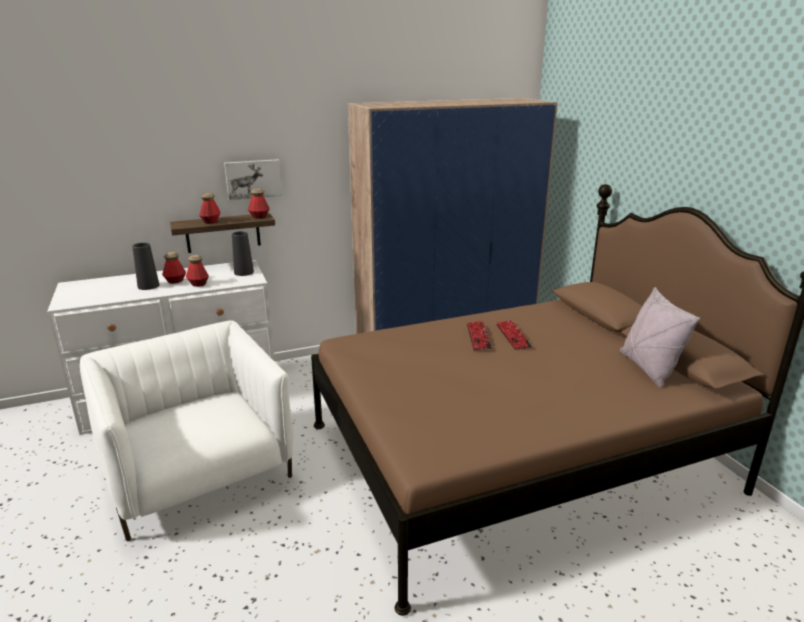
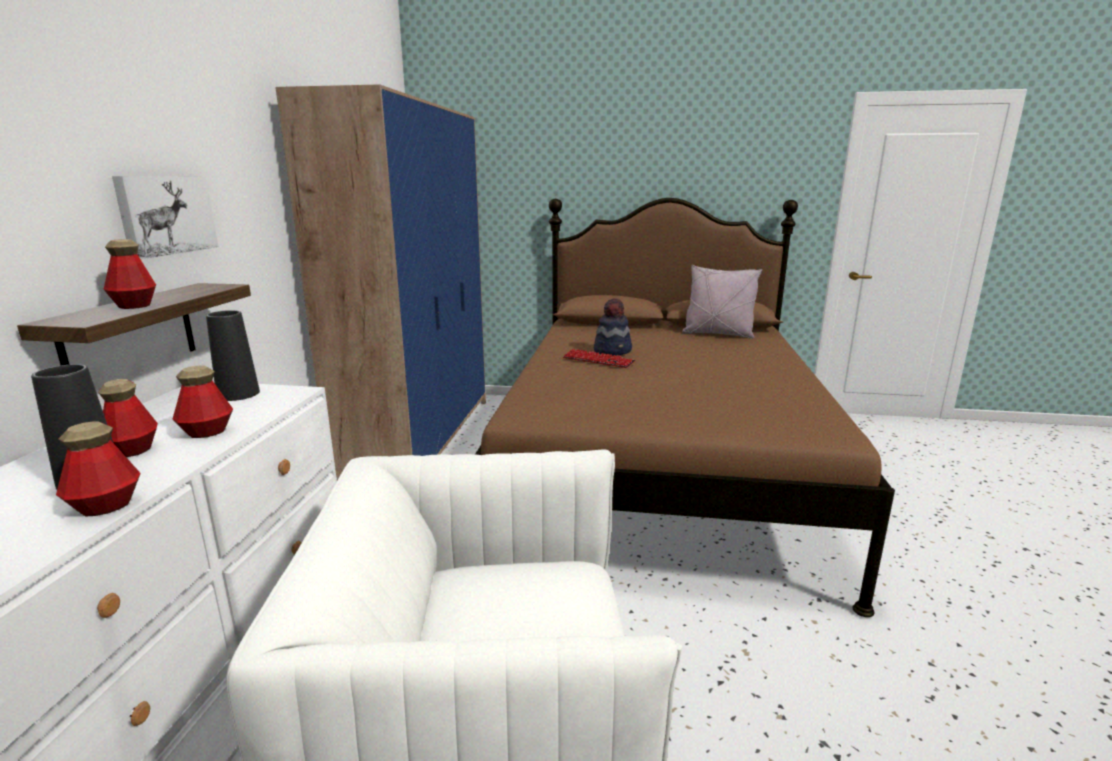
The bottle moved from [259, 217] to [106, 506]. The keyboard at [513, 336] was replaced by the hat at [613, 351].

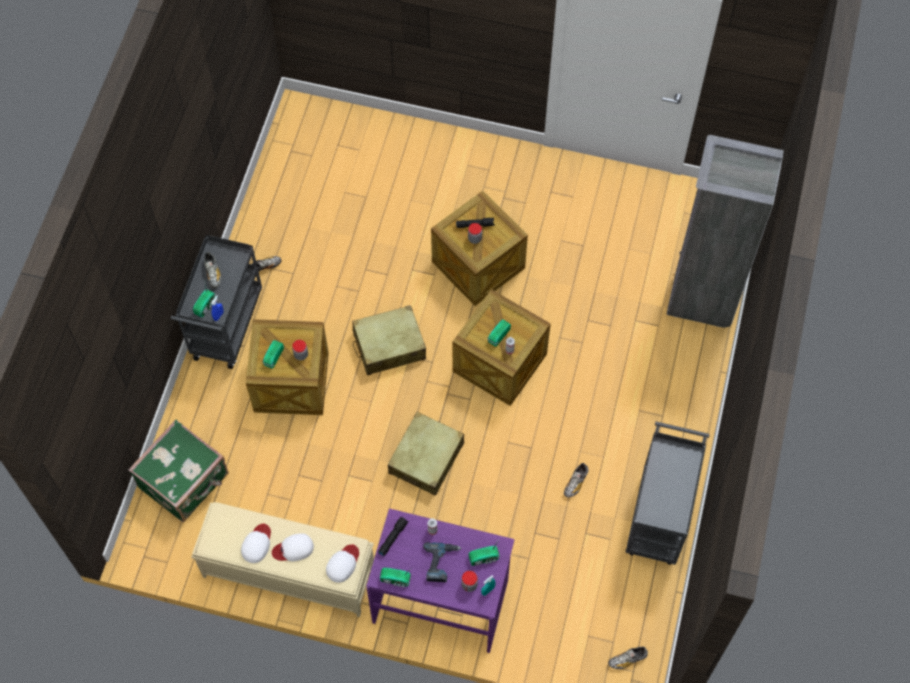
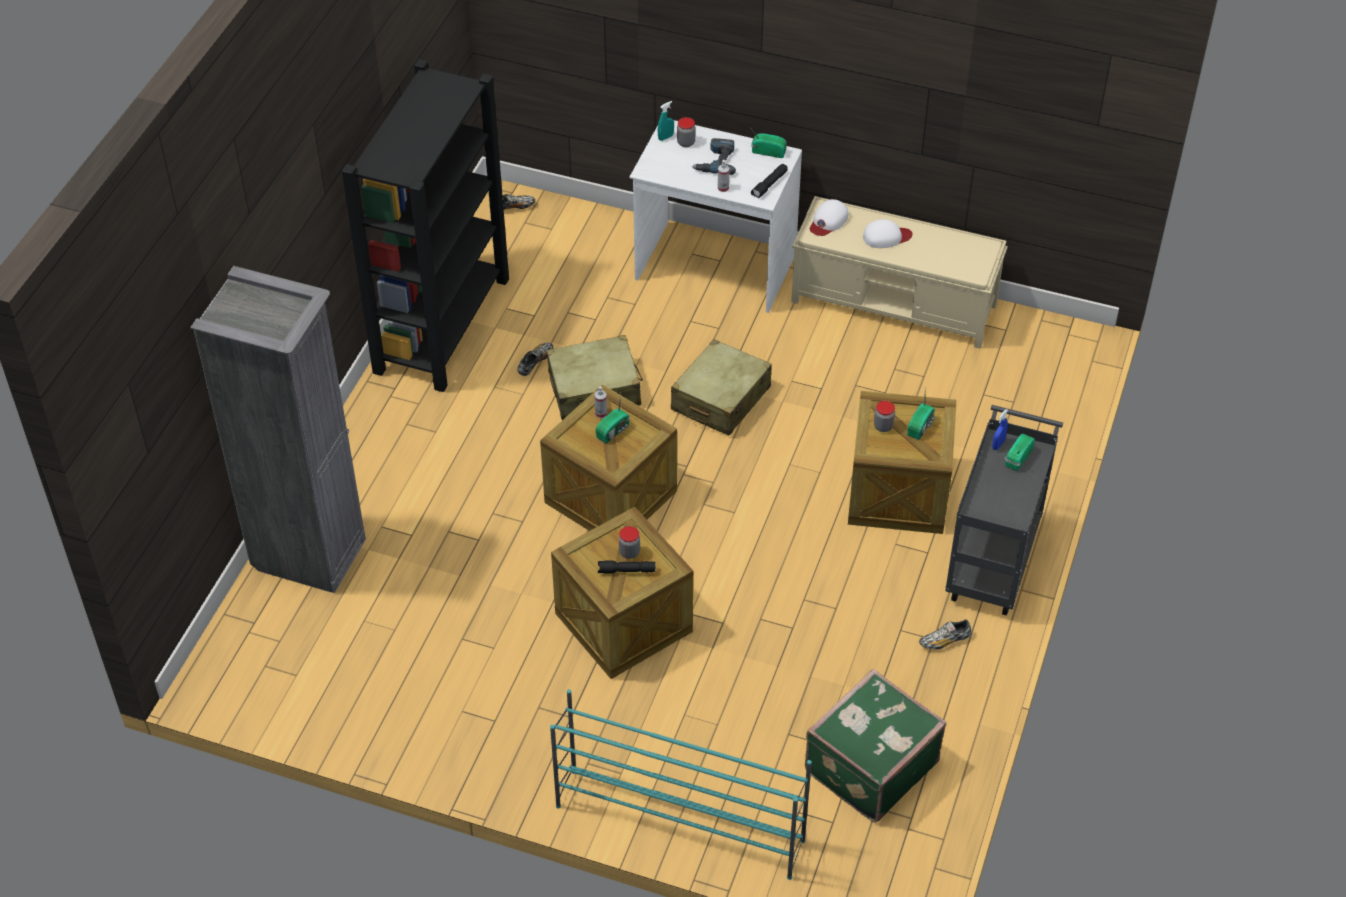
The green suitcase moved from [185, 481] to [869, 766]. The shoe at [213, 273] disappeared. The white cap at [257, 544] disappeared. The beige suitcase moved from [389, 346] to [595, 389]. The purple desk at [441, 600] became the white desk at [714, 268]. The radio at [484, 558] disappeared. The grey cart at [658, 516] was replaced by the black bookcase at [442, 325]. The turquoise shoe rack at [678, 822] appeared.

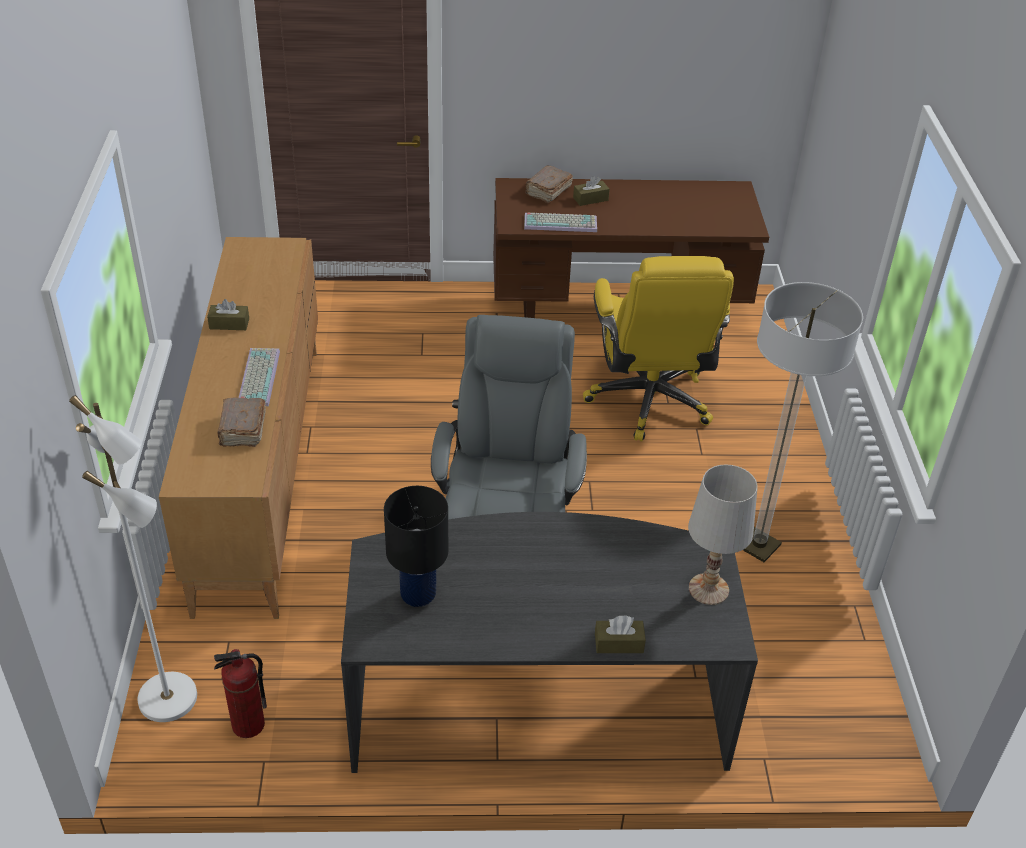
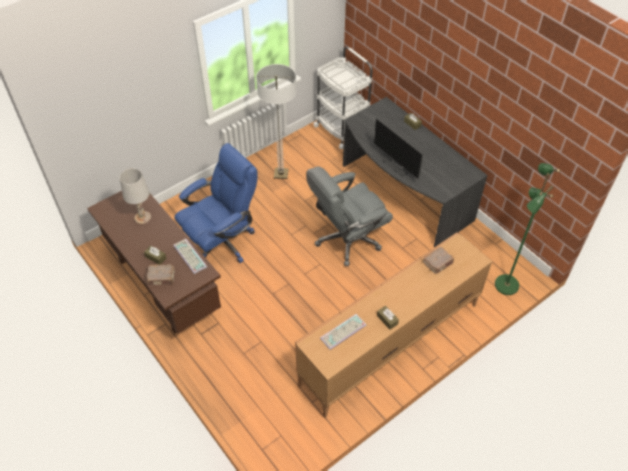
The white floor lamp at [170, 697] became the green floor lamp at [505, 285]. The fire extinguisher at [248, 725] disappeared. The keyboard moved from [257, 377] to [343, 332]. The black table lamp at [418, 596] disappeared. The yellow office chair at [649, 400] became the blue office chair at [222, 241]. The white table lamp moved from [708, 589] to [143, 217]. The white cart at [341, 130] appeared. The monitor at [399, 164] appeared.

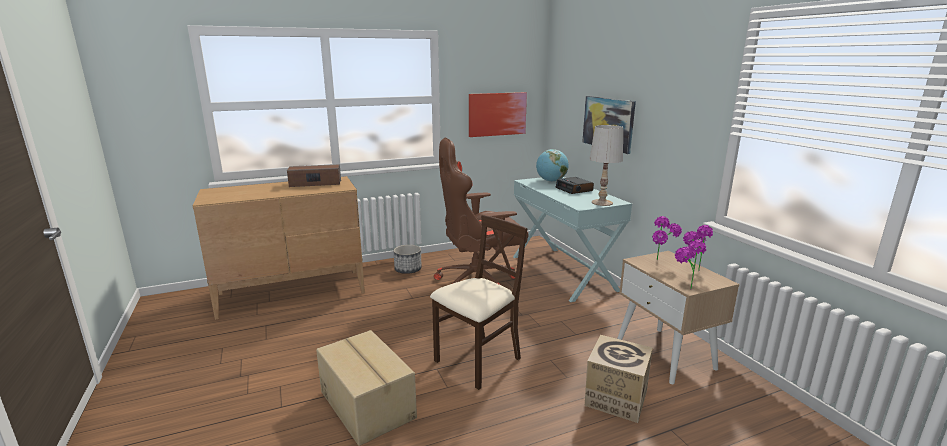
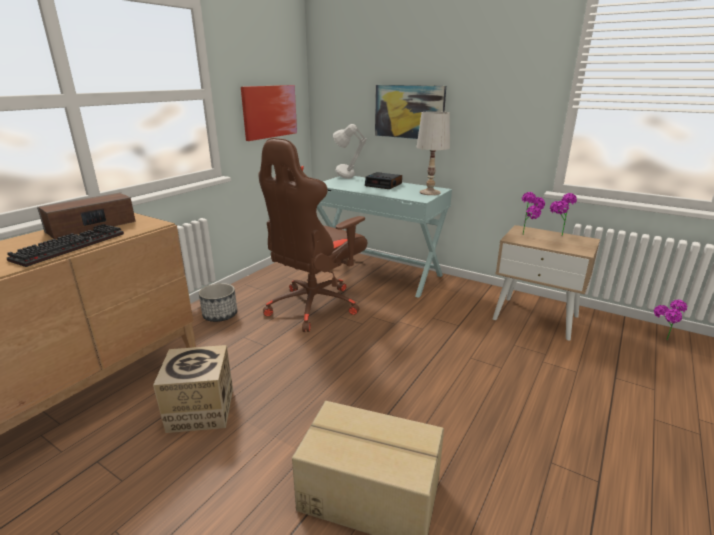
The beige chair at [478, 361] disappeared. The globe at [551, 181] was replaced by the grey table lamp at [348, 181]. The cardboard box moved from [615, 398] to [200, 410]. The potted plant moved from [683, 287] to [661, 340]. The keyboard at [70, 246] appeared.

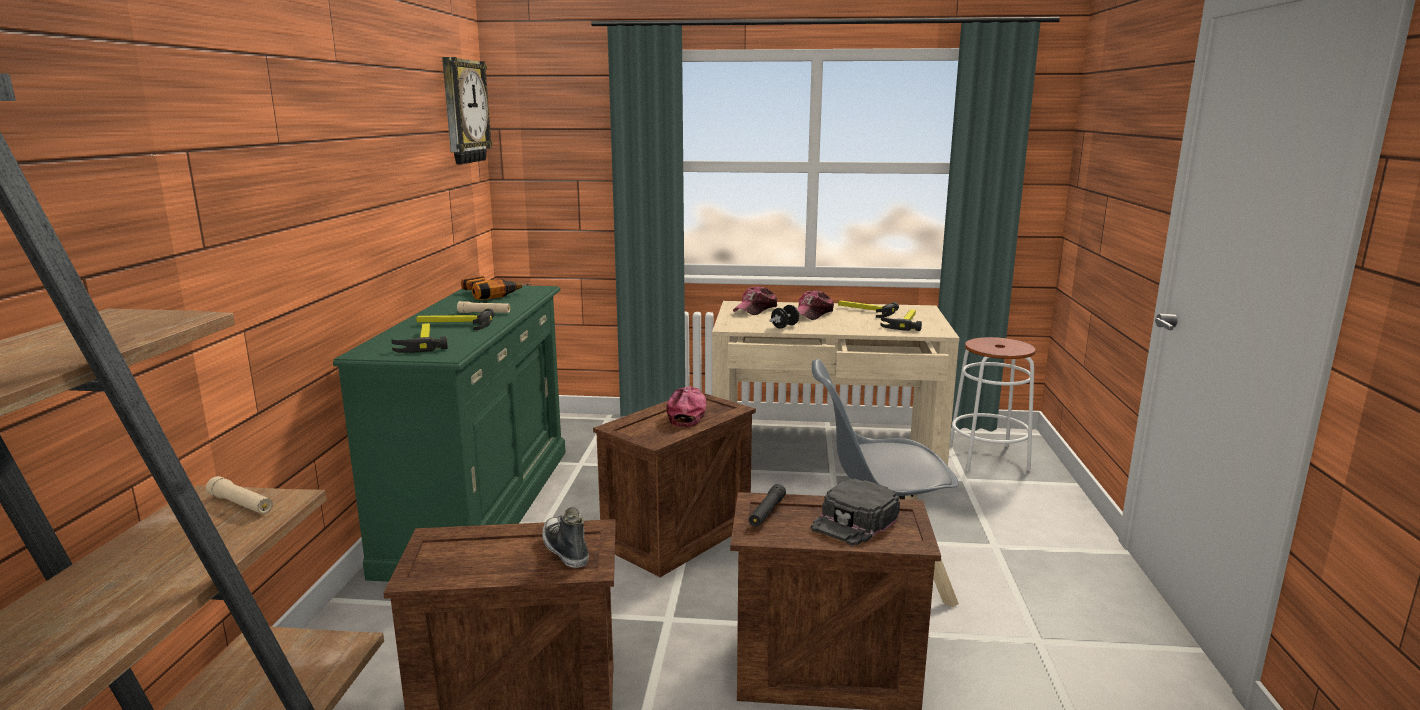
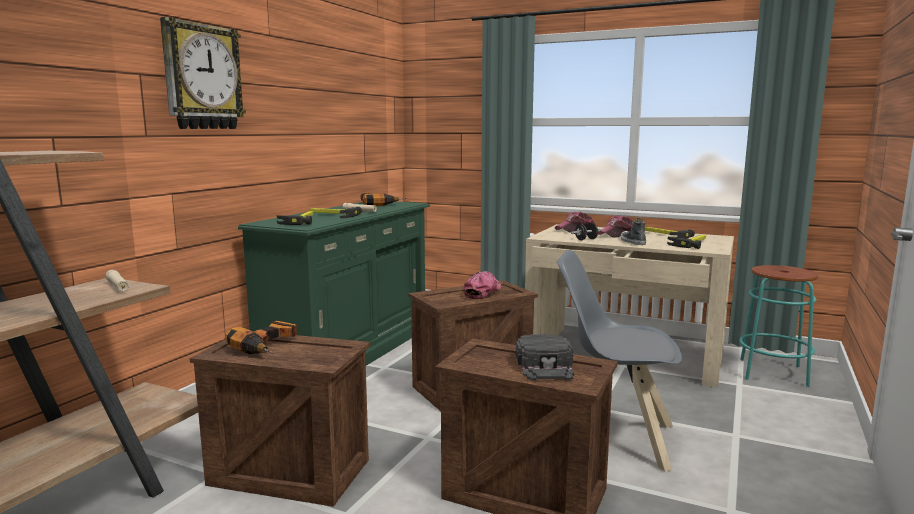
The wall clock moved from [463, 111] to [202, 77]. The shoe moved from [565, 549] to [632, 242]. The black flashlight at [767, 512] disappeared. The black cap at [855, 521] turned 60 degrees counterclockwise. The white stool at [988, 458] became the turquoise stool at [773, 372]. The power drill at [268, 347] appeared.

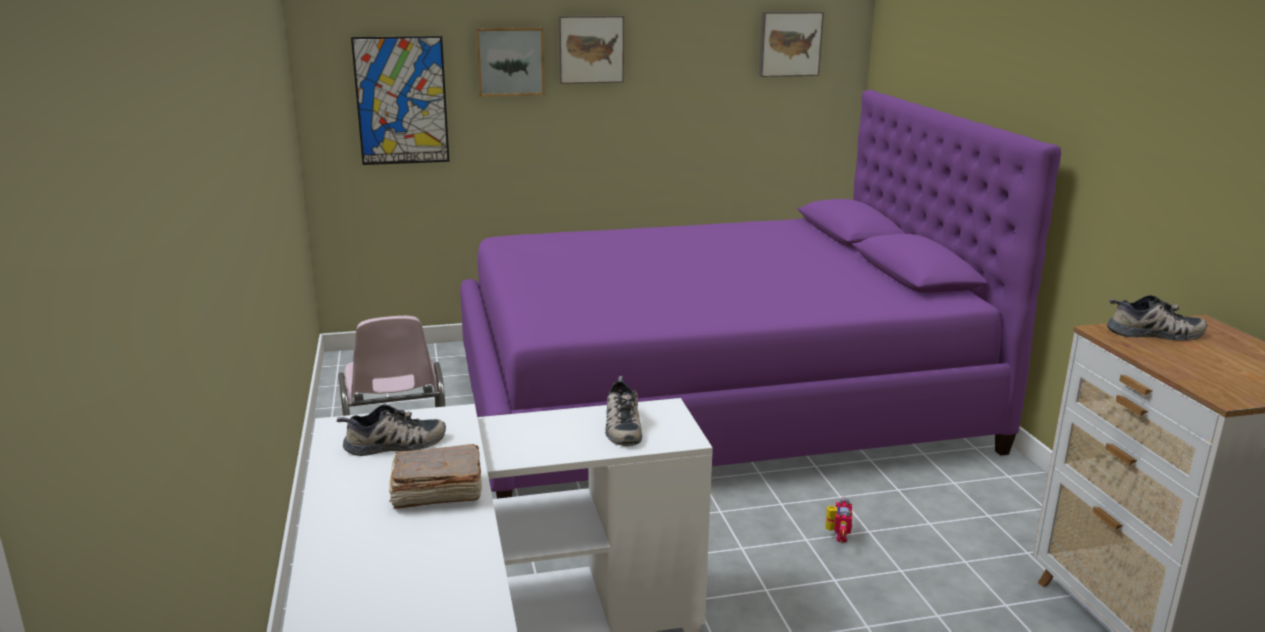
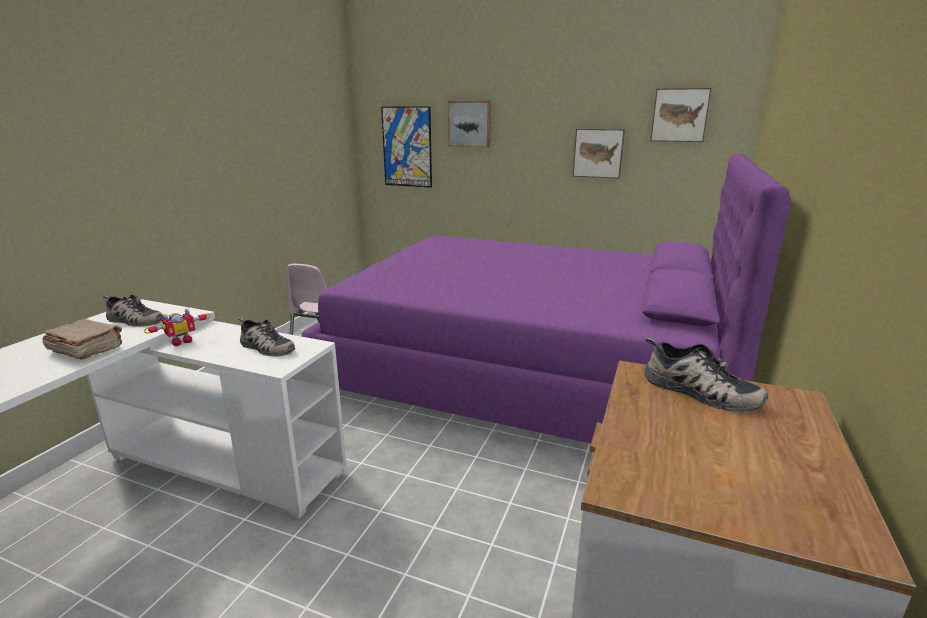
The picture moved from [590, 49] to [598, 153]. The shoe at [621, 426] turned 90 degrees counterclockwise. The toy robot moved from [837, 536] to [181, 341].

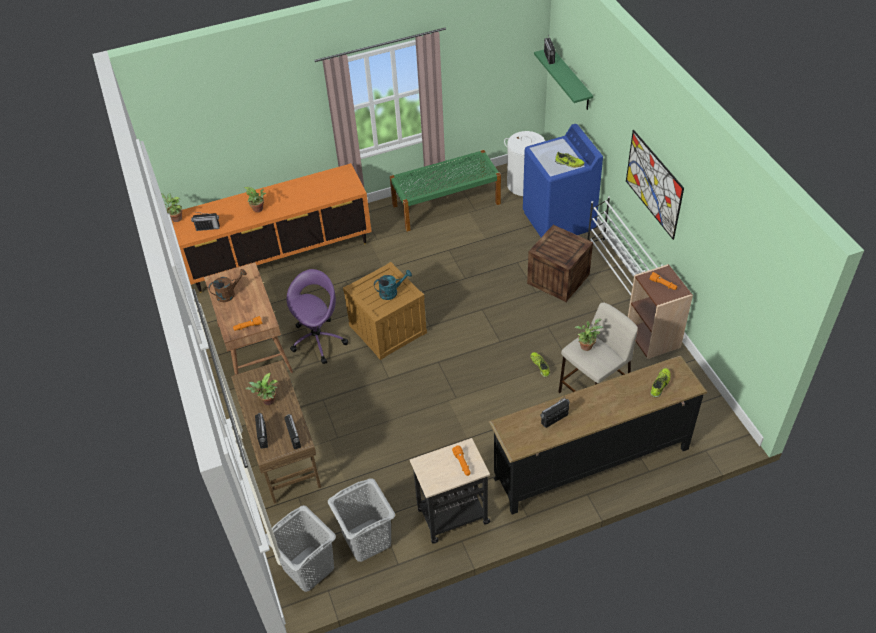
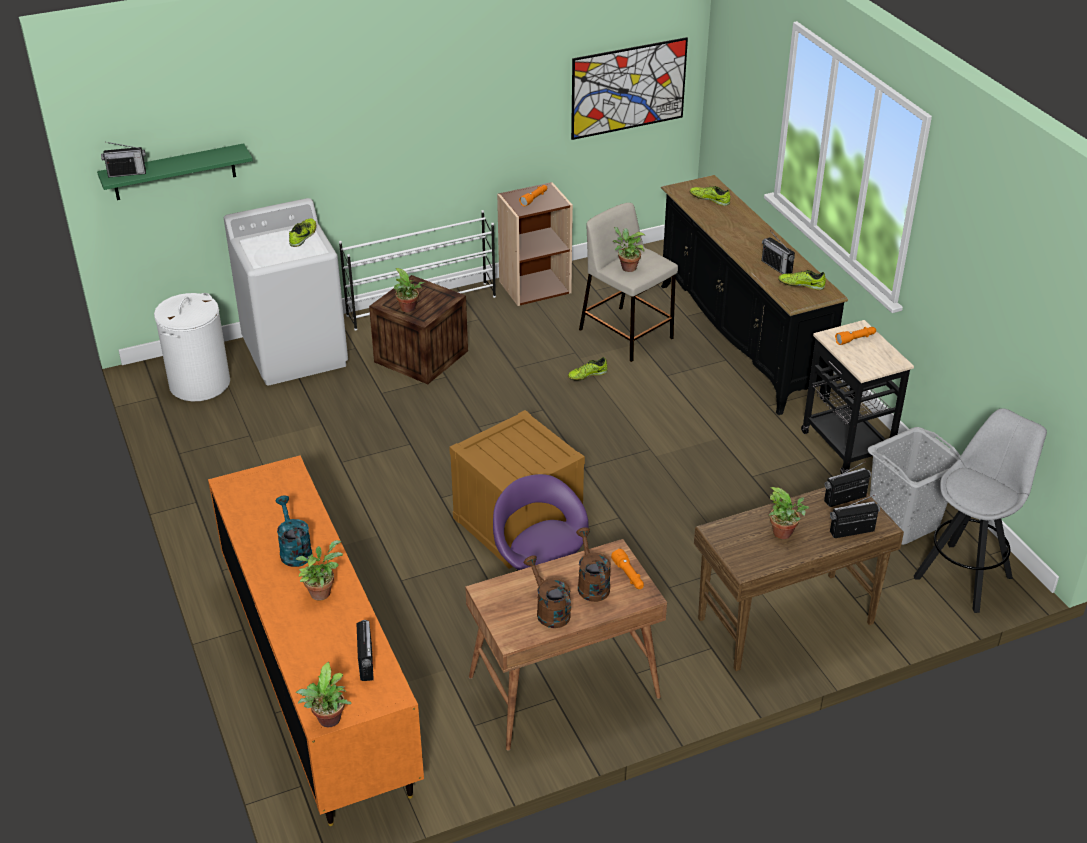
The grey laundry basket at [309, 568] was replaced by the grey stool at [965, 576]. The turquoise watering can moved from [392, 292] to [294, 550]. The green bench at [446, 204] disappeared. The blue washing machine at [558, 221] became the white washing machine at [296, 353]. The picture moved from [653, 184] to [628, 88]. The potted plant at [409, 309] appeared. The brown watering can at [591, 584] appeared. The shoe at [801, 285] appeared.

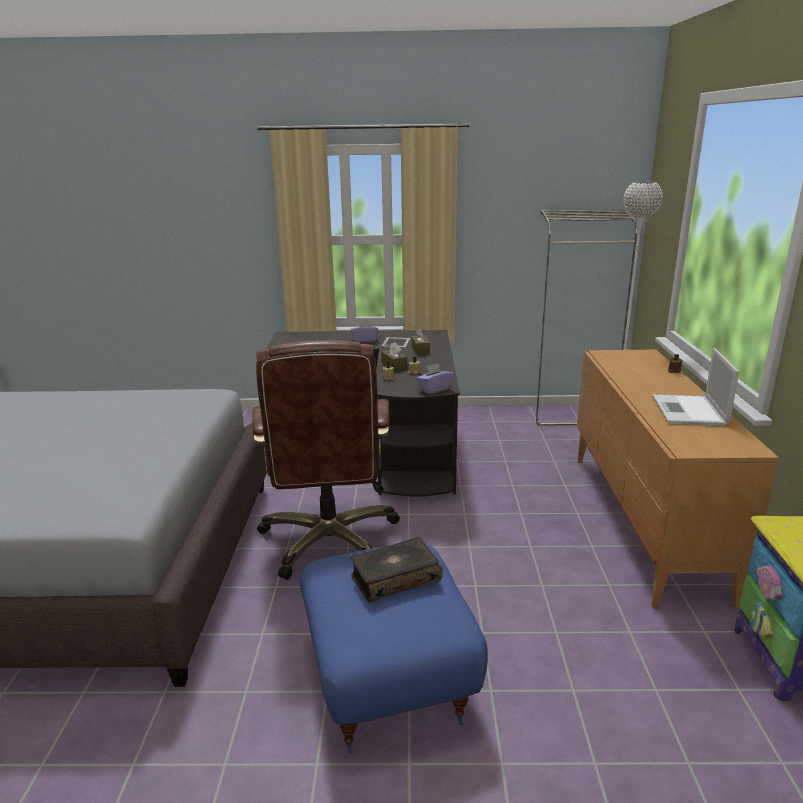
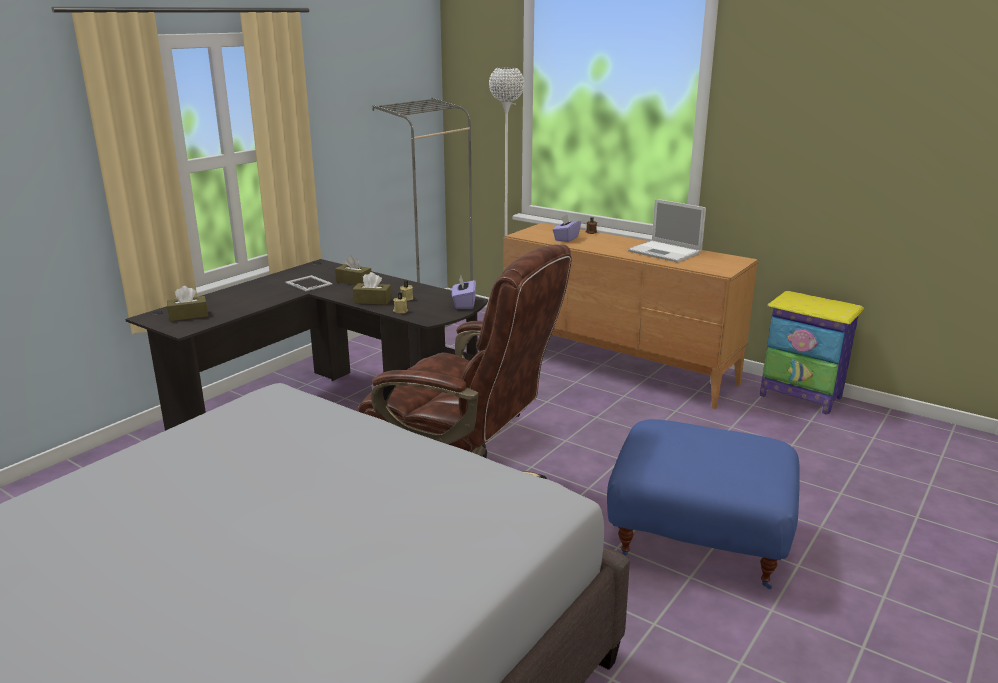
The book at [395, 578] disappeared. The purple tissue box moved from [364, 340] to [566, 239]. The brown tissue box at [188, 315] appeared.

